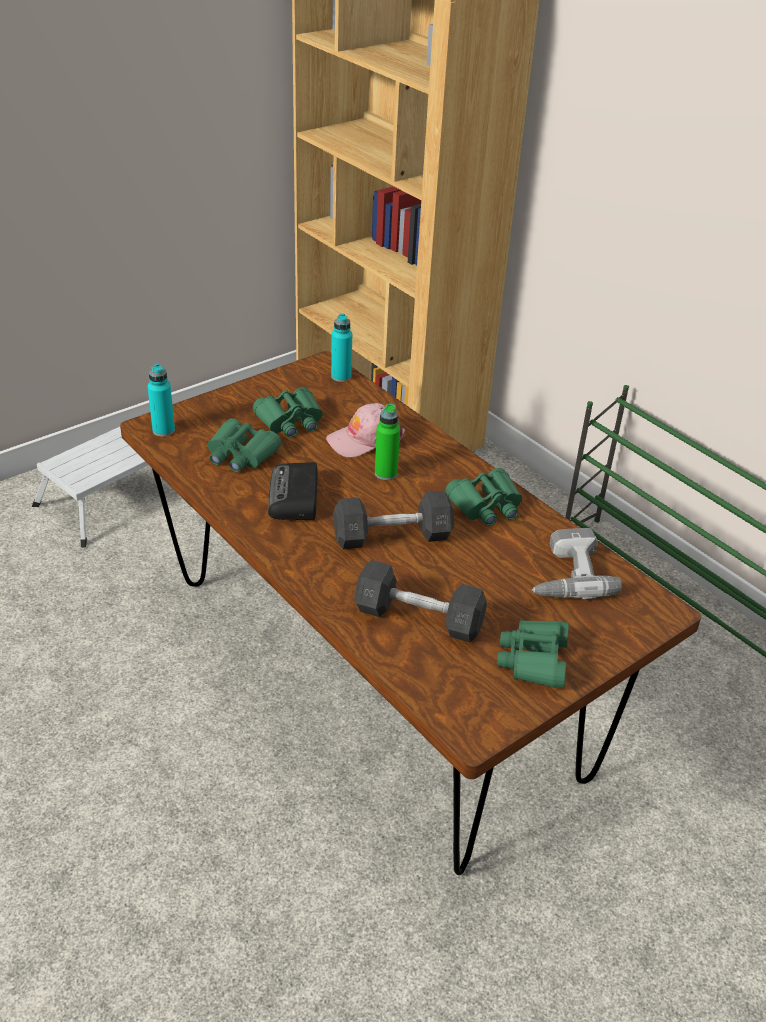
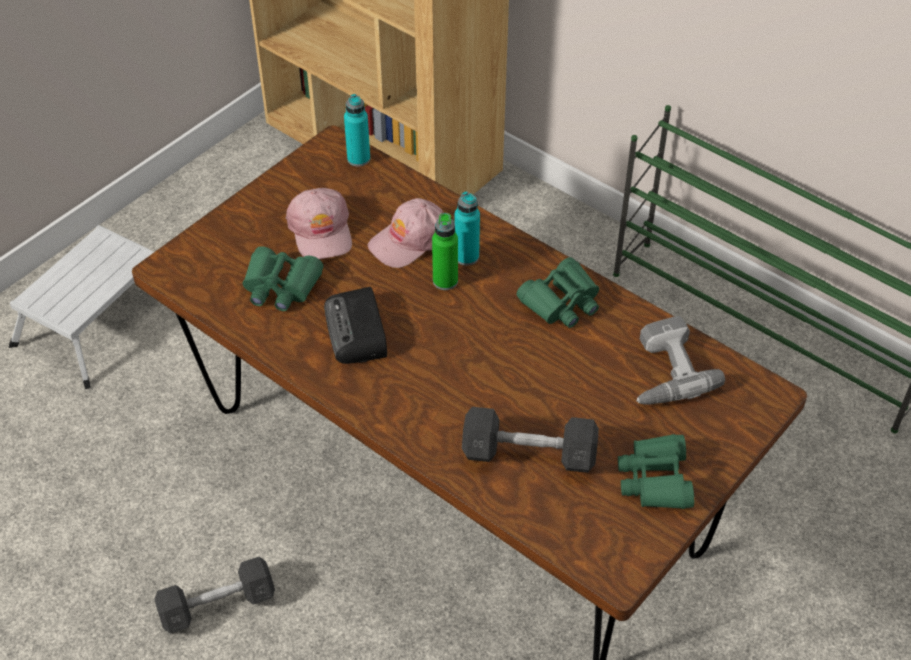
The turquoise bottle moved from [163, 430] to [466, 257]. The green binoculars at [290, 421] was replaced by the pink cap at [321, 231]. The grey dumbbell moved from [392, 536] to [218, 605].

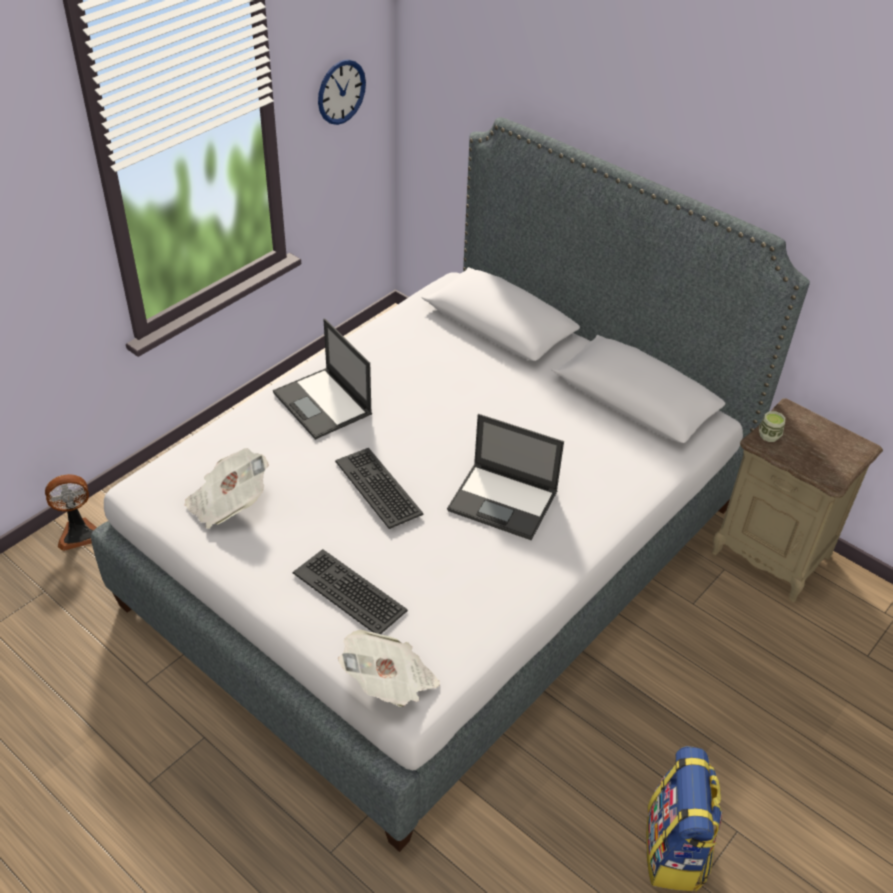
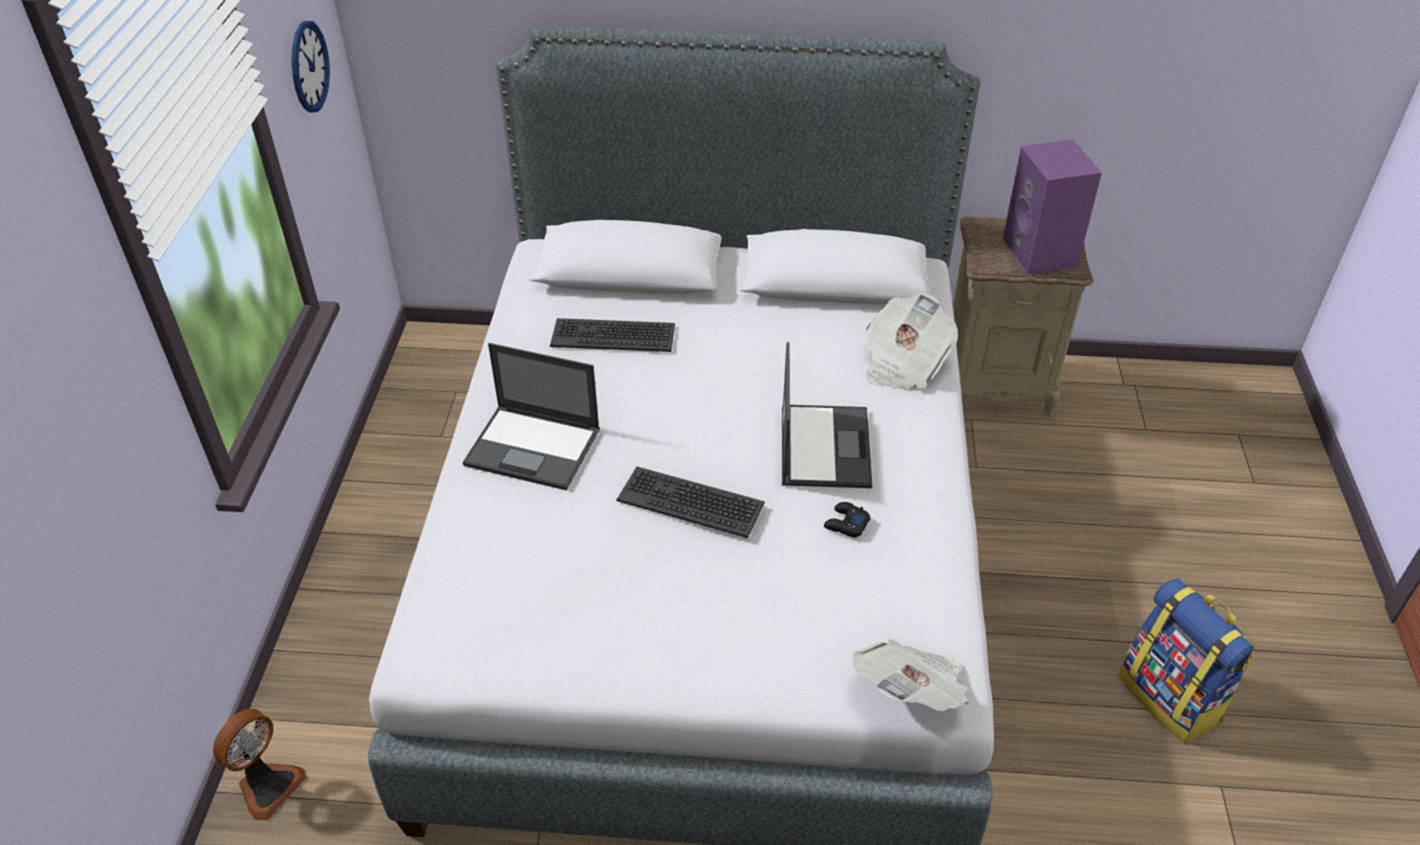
The newspaper moved from [228, 503] to [903, 362]. The keyboard moved from [350, 591] to [613, 335]. The laptop at [504, 501] turned 75 degrees counterclockwise. The cup at [769, 435] disappeared. The black game controller at [846, 524] appeared. The purple speaker at [1041, 253] appeared.

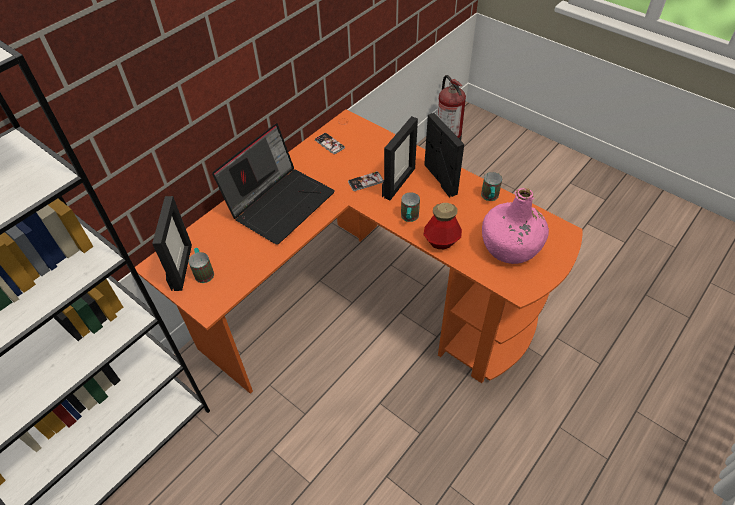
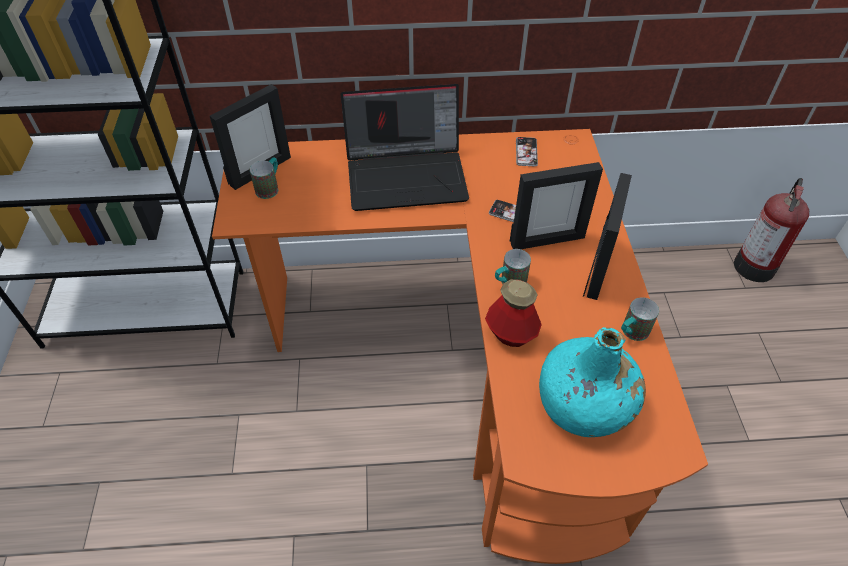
The pink bottle at [511, 246] became the turquoise bottle at [584, 404].

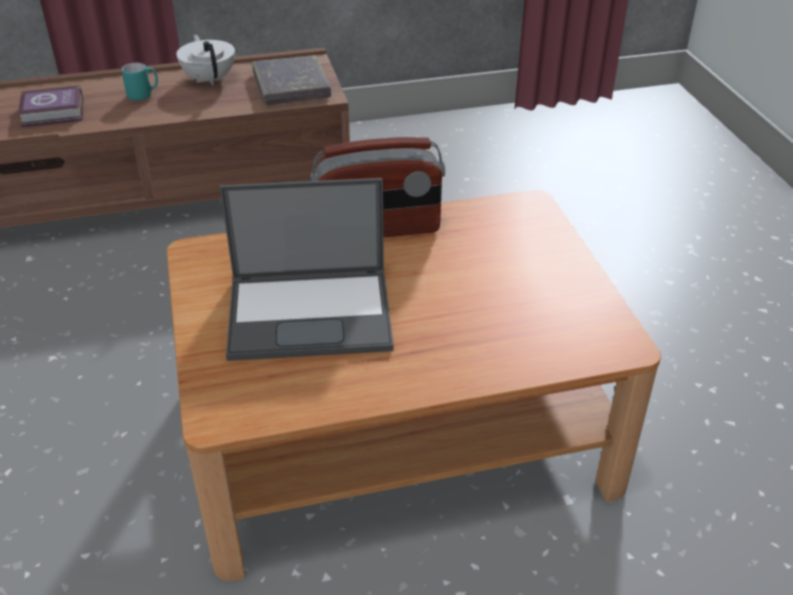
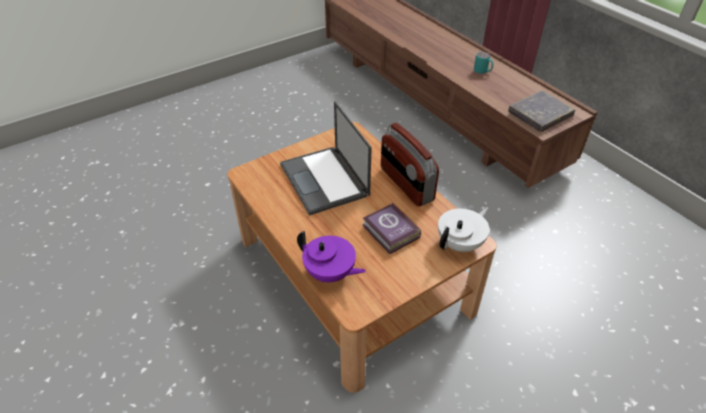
The book moved from [55, 113] to [390, 232]. The white teapot moved from [210, 79] to [460, 244]. The purple teapot at [330, 273] appeared.

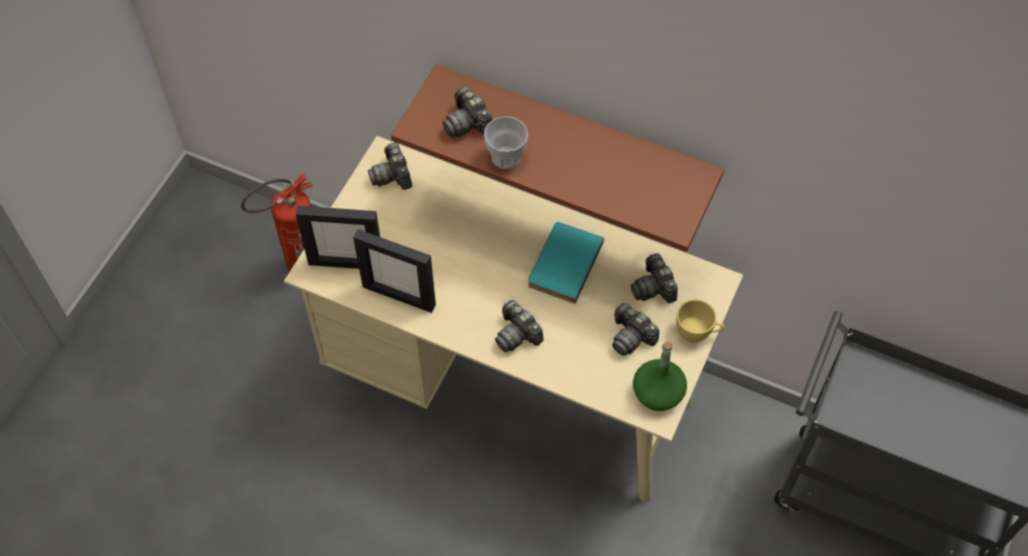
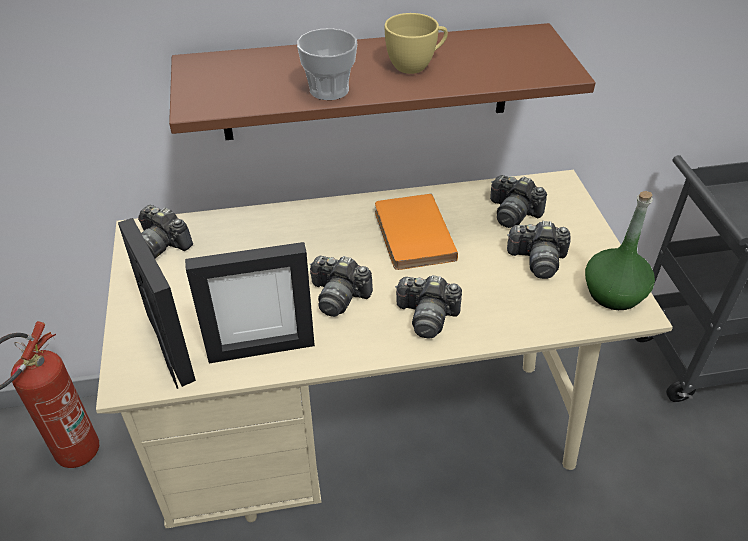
The picture frame at [346, 262] turned 90 degrees counterclockwise. The photo camera moved from [468, 123] to [338, 296]. The turquoise book at [562, 263] became the orange book at [410, 235]. The yellow cup moved from [697, 333] to [416, 65].

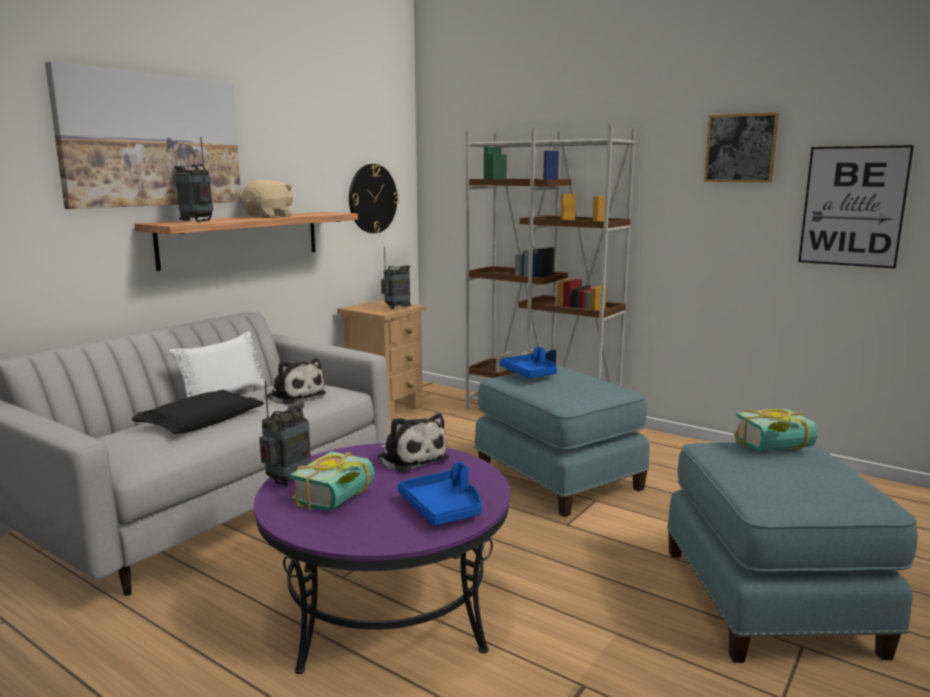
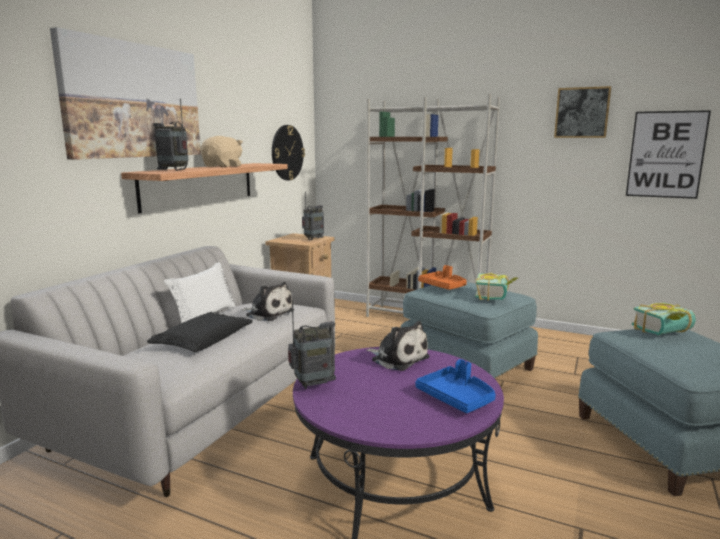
The radio at [289, 481] turned 45 degrees clockwise. The book moved from [340, 499] to [495, 296]. The blue tray at [530, 374] became the orange tray at [443, 286].

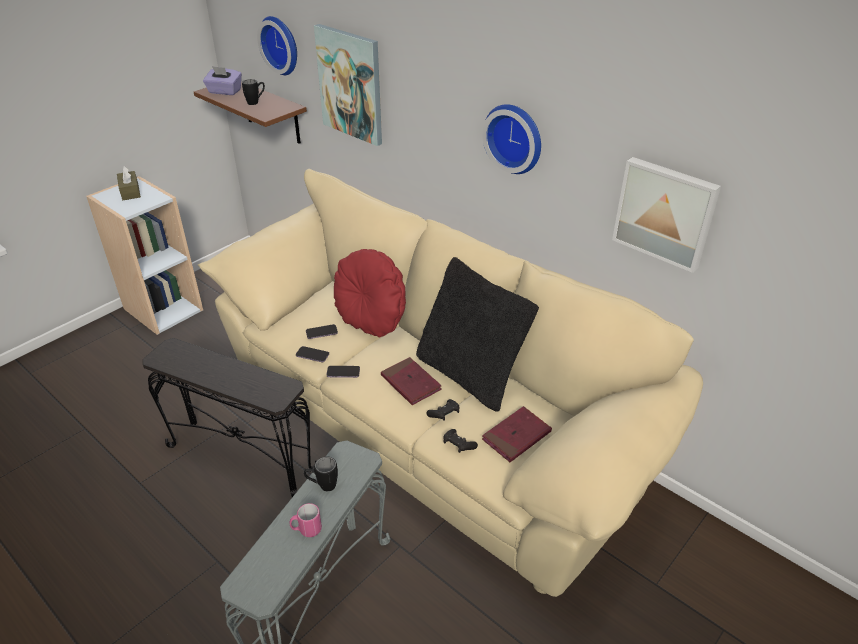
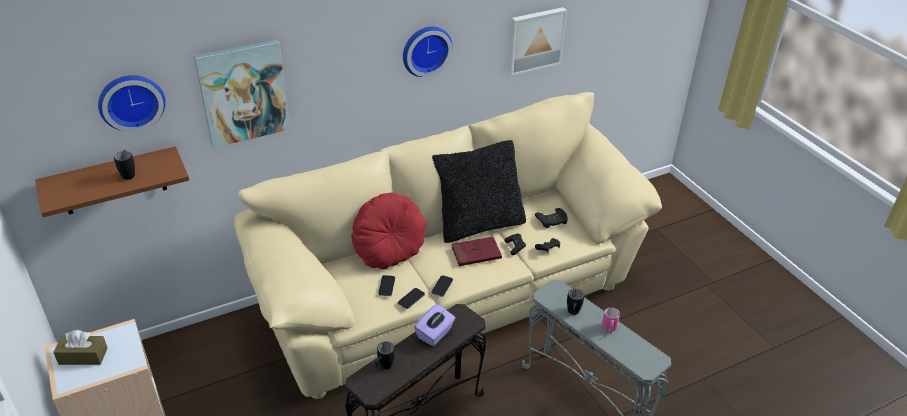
The purple tissue box moved from [224, 92] to [435, 334]. The red book at [516, 436] was replaced by the black game controller at [552, 221]. The black mug at [384, 367] appeared.

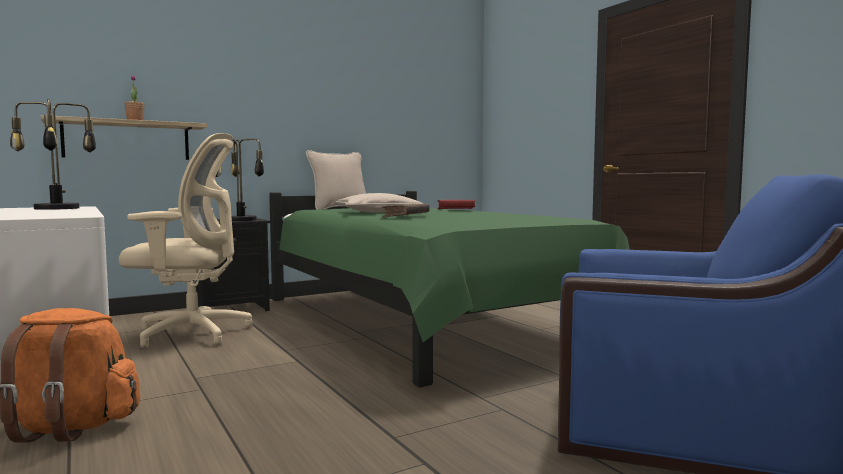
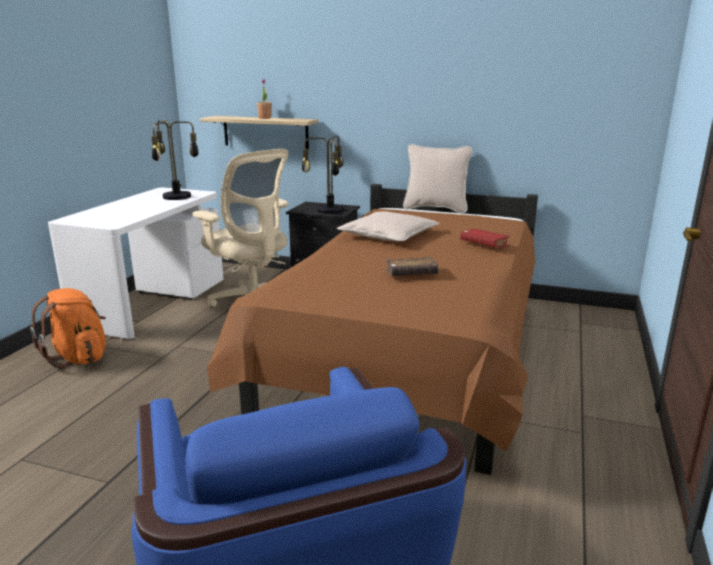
The green bed at [422, 322] became the brown bed at [409, 355]. The brown book moved from [406, 216] to [411, 274].

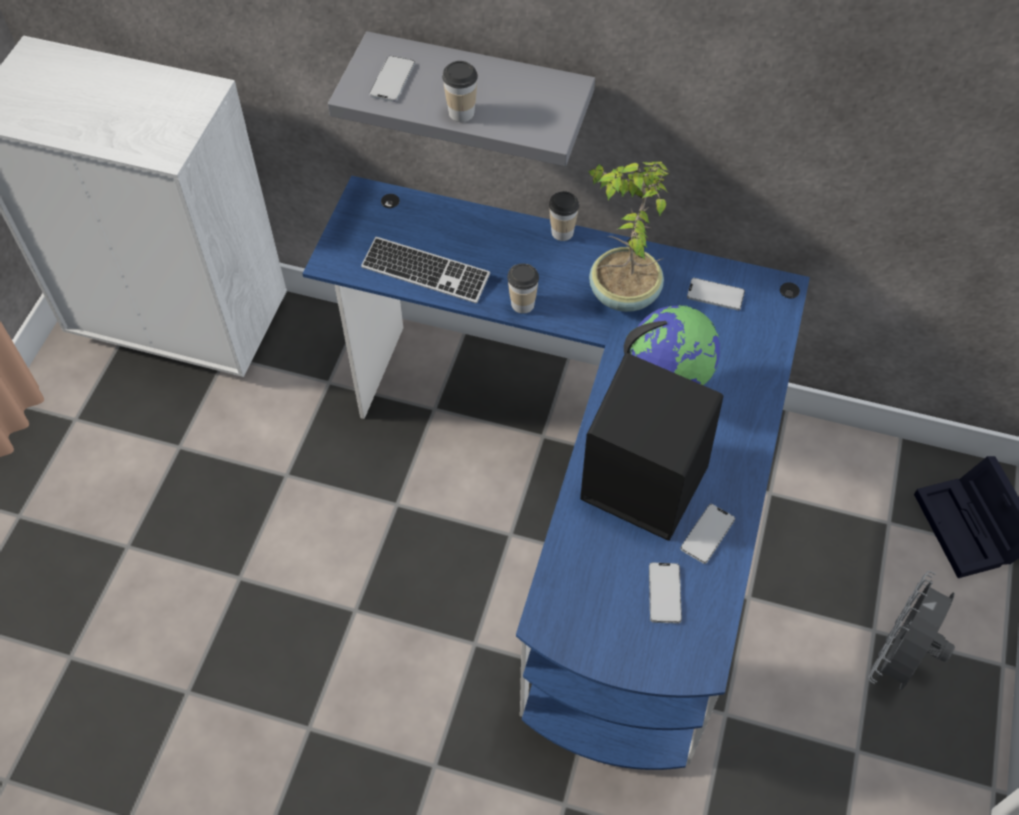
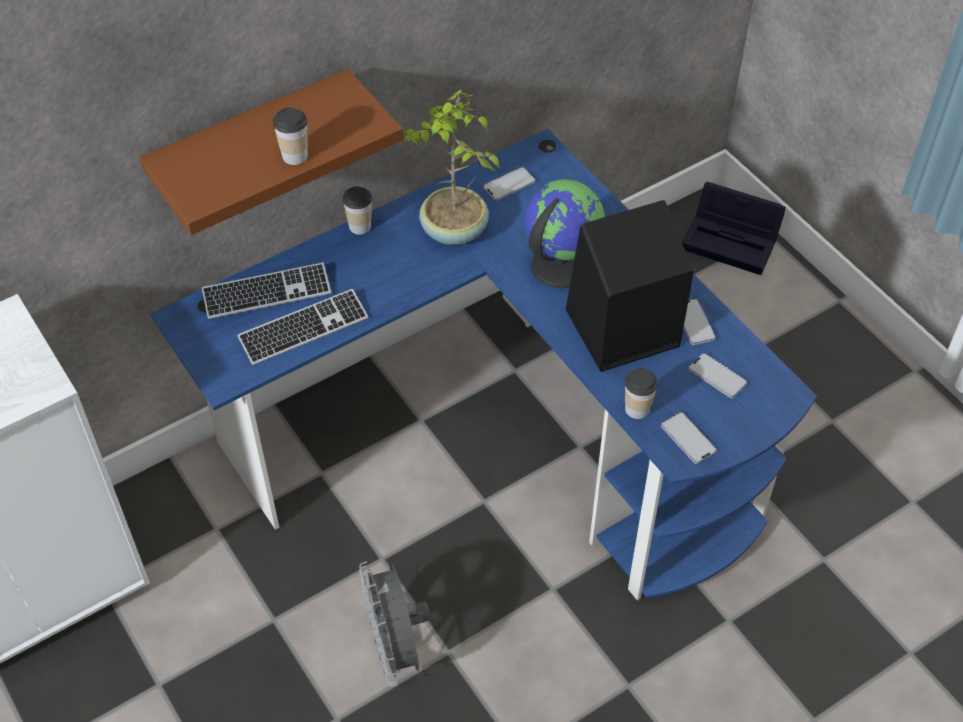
The grey shelf at [480, 89] became the brown shelf at [252, 145]. The phone moved from [392, 80] to [688, 438]. The cup moved from [522, 304] to [637, 409]. The grey fan moved from [899, 658] to [396, 648]. The keyboard at [267, 293] appeared.

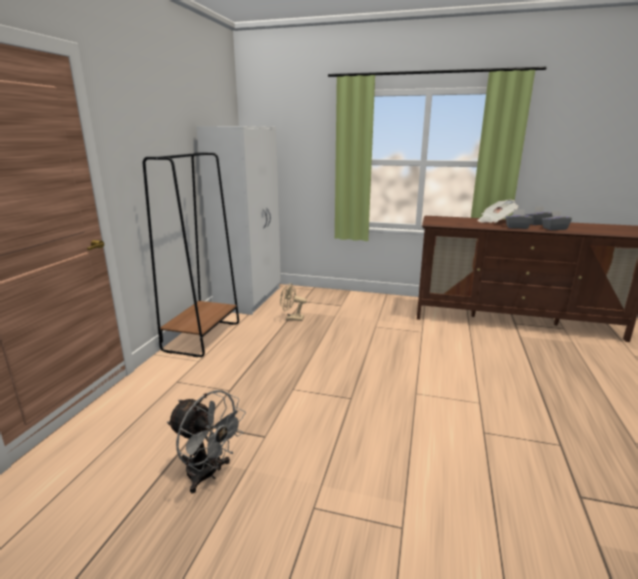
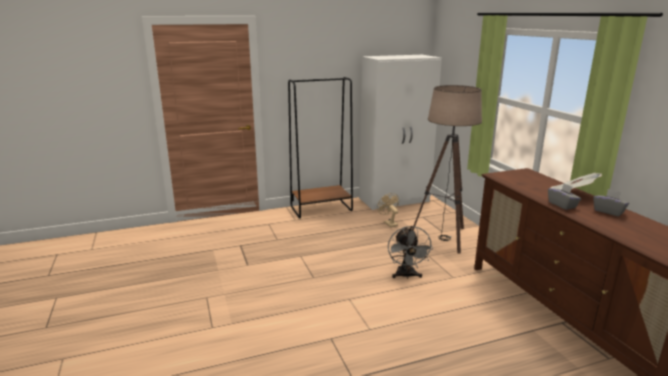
The grey fan moved from [208, 474] to [406, 276]. The grey tissue box at [554, 229] disappeared. The floor lamp at [443, 237] appeared.

